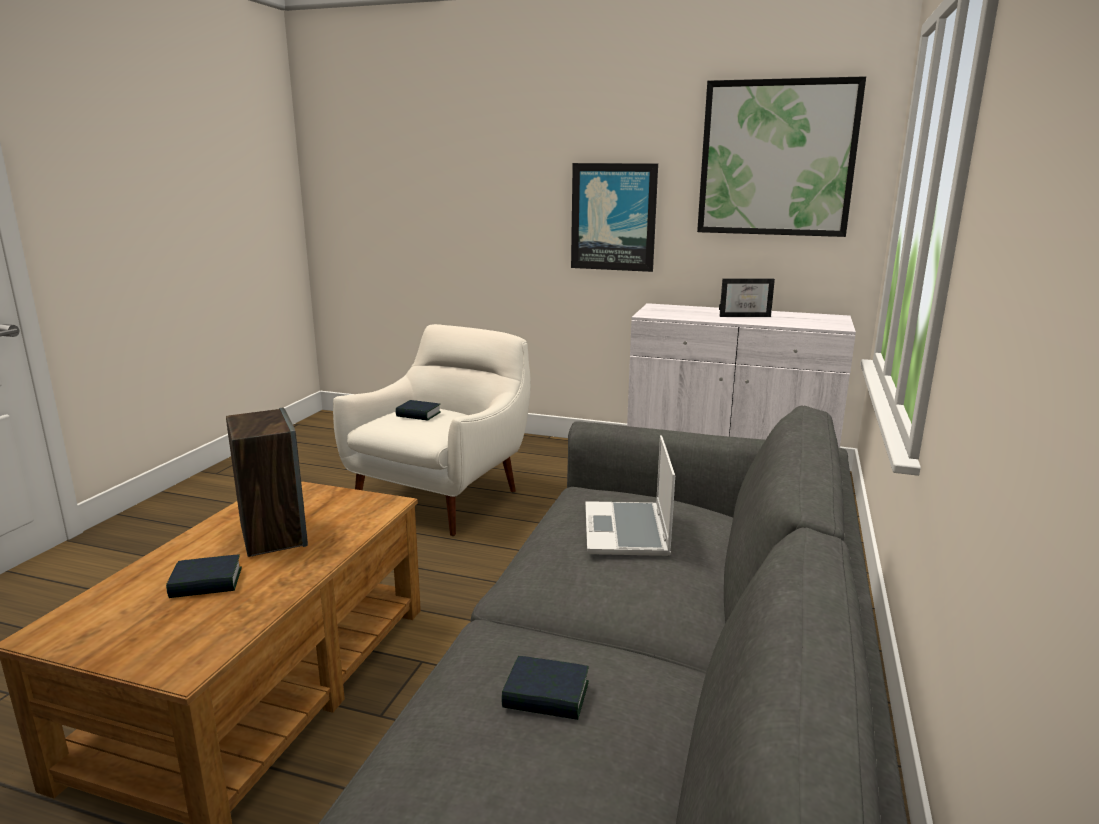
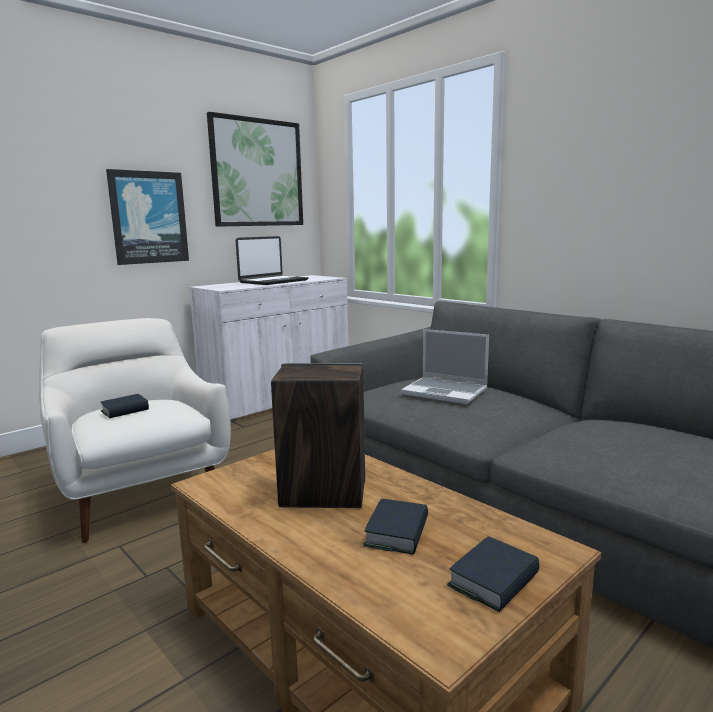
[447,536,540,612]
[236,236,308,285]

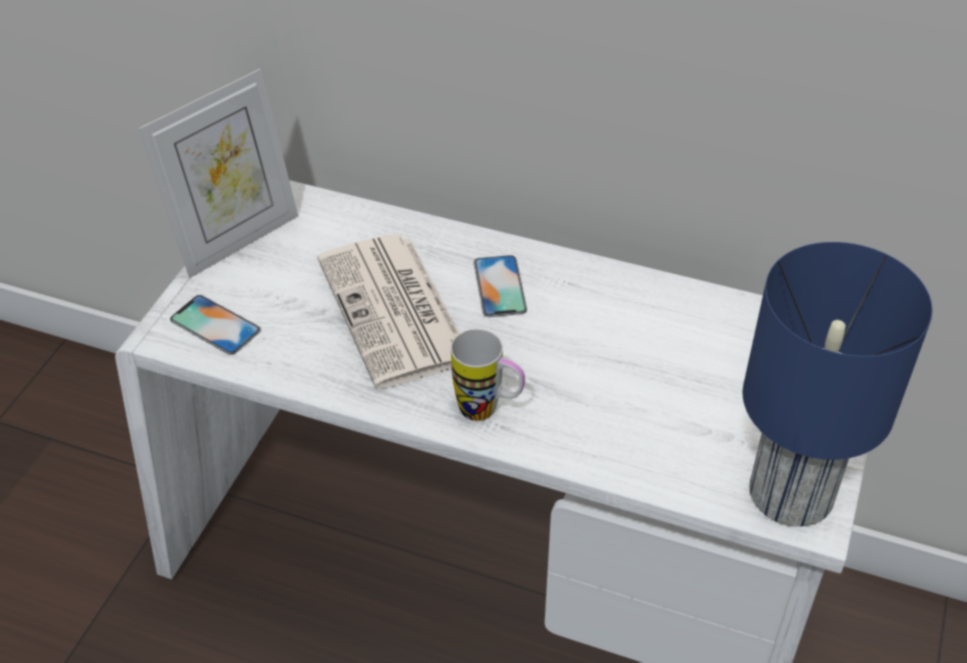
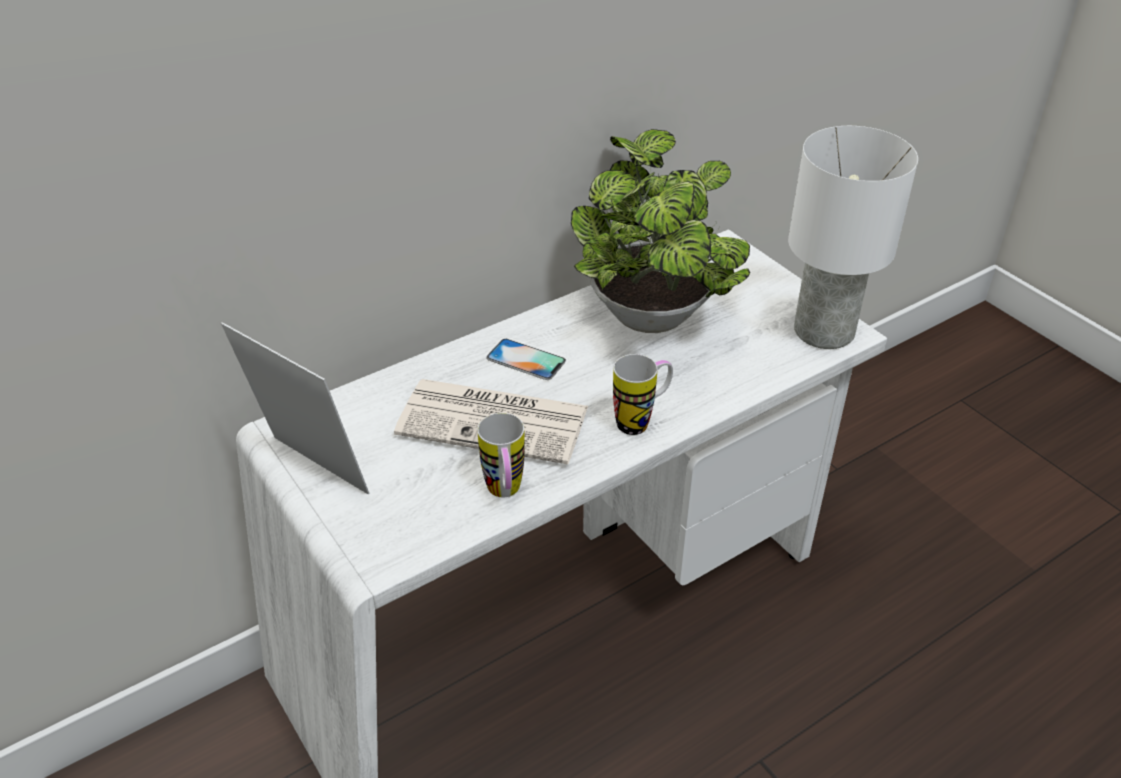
[221,322,370,495]
[170,295,261,355] (first image)
[788,126,918,349]
[477,413,525,497]
[571,129,750,333]

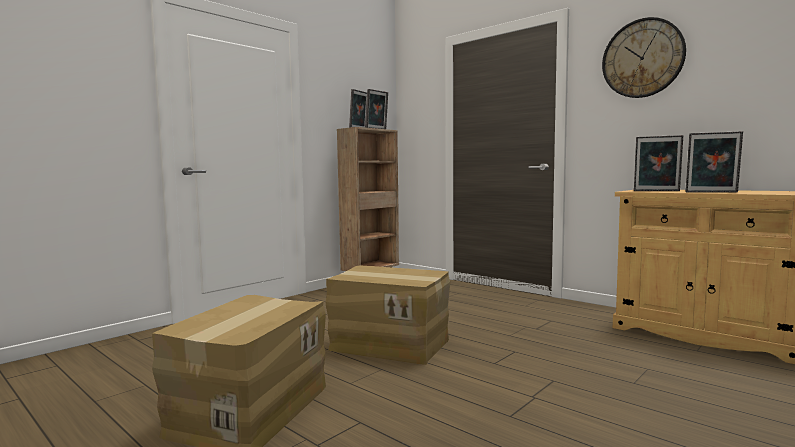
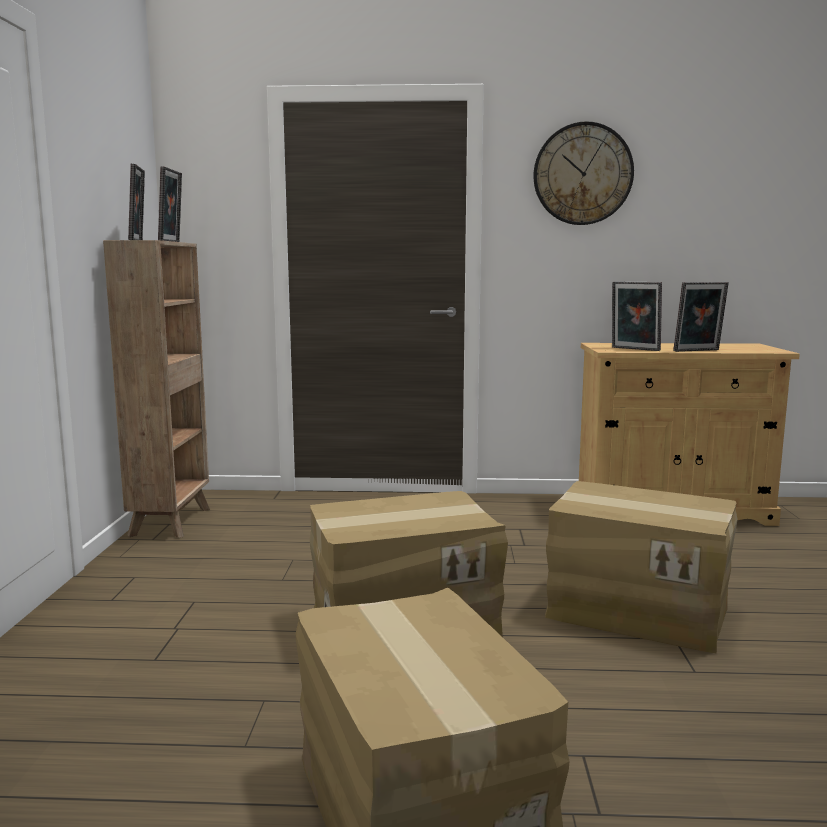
[612,281,662,351]
[545,481,737,654]

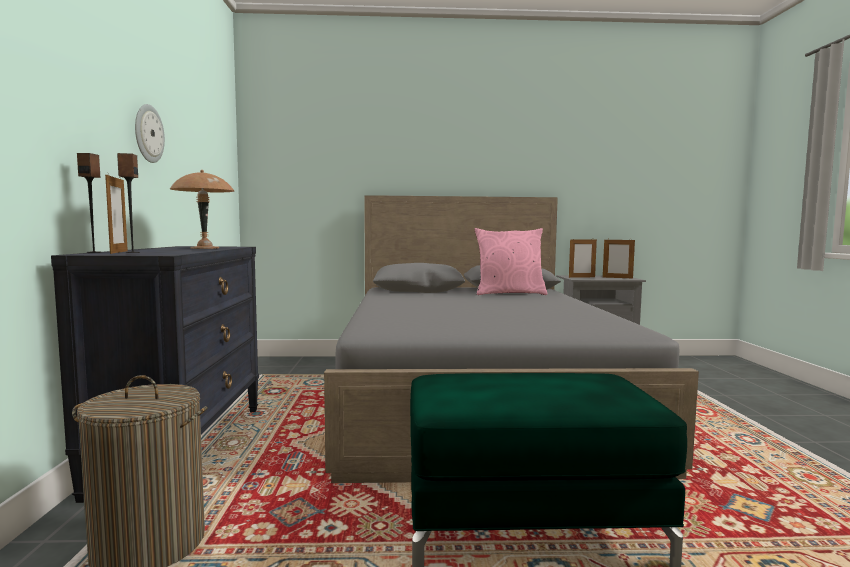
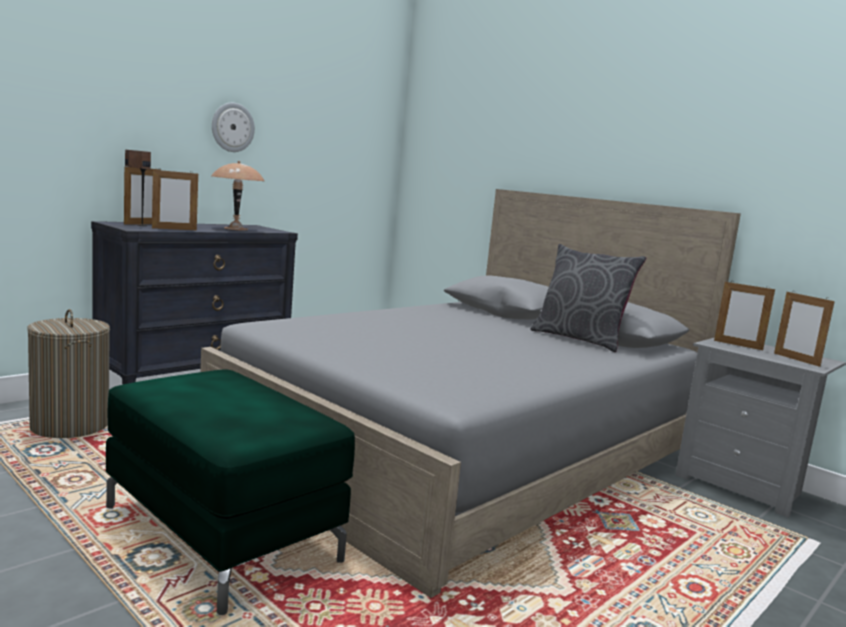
[530,244,646,352]
[152,169,198,230]

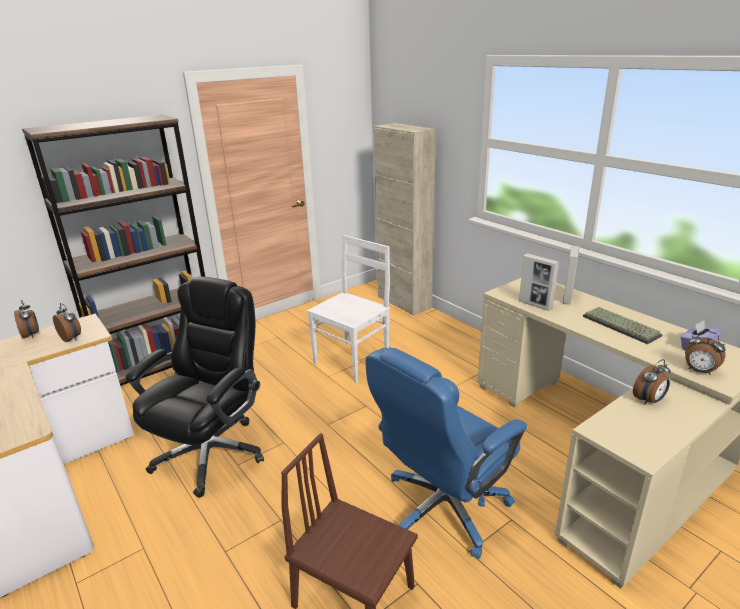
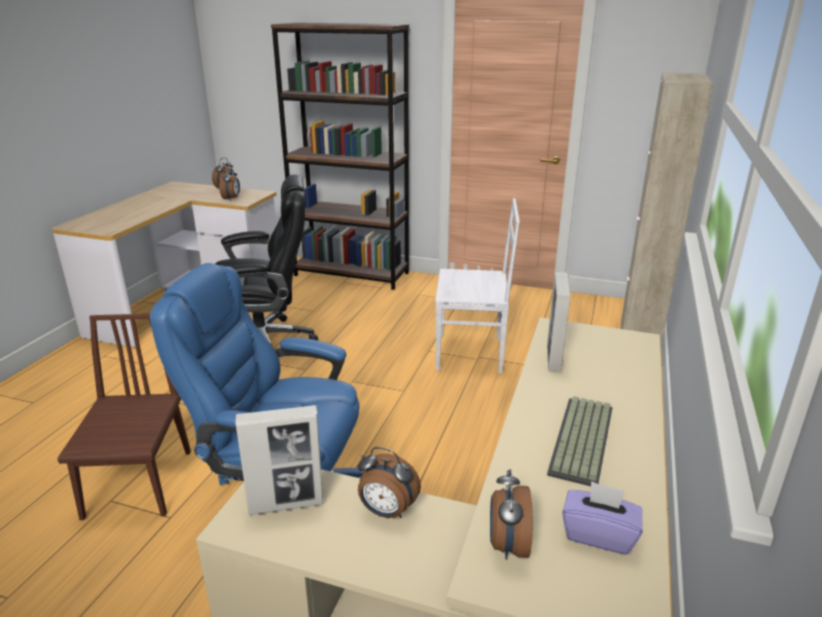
[235,405,323,515]

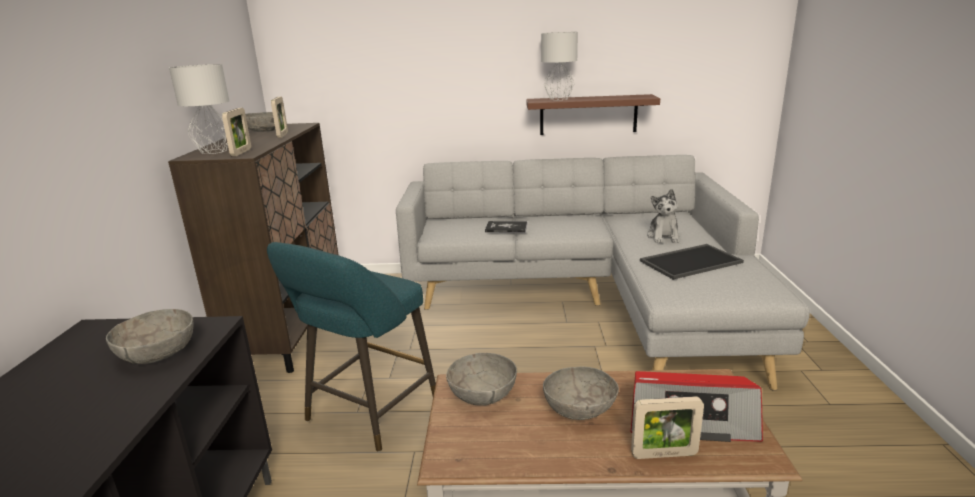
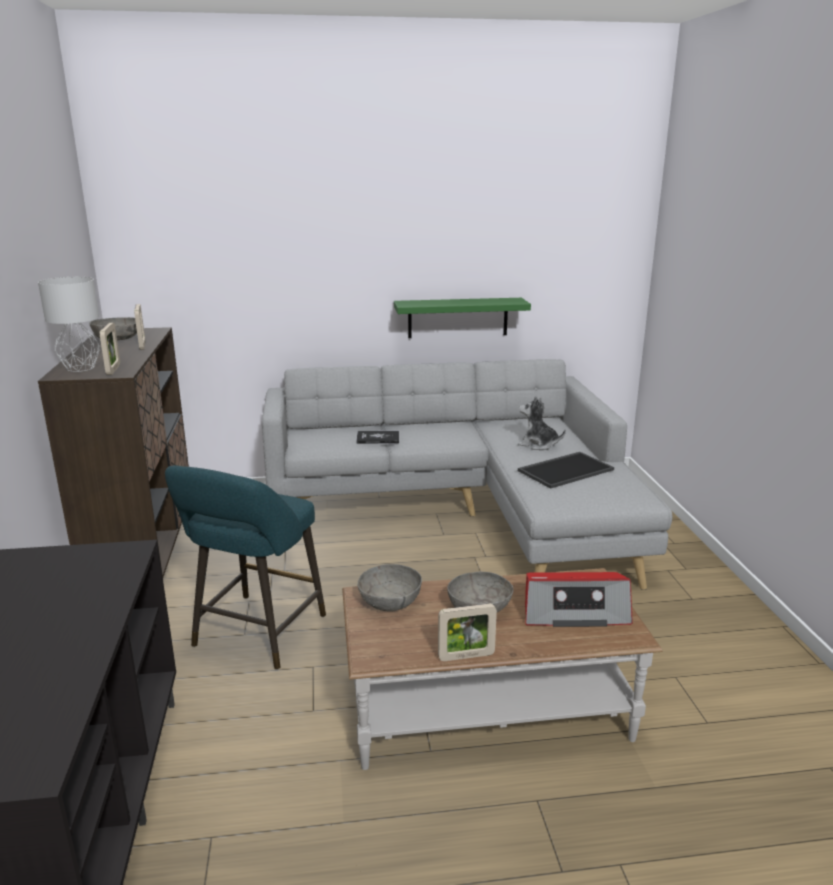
[106,309,194,364] (first image)
[394,298,531,338]
[541,32,578,100] (first image)
[438,603,497,661]
[518,396,566,450]

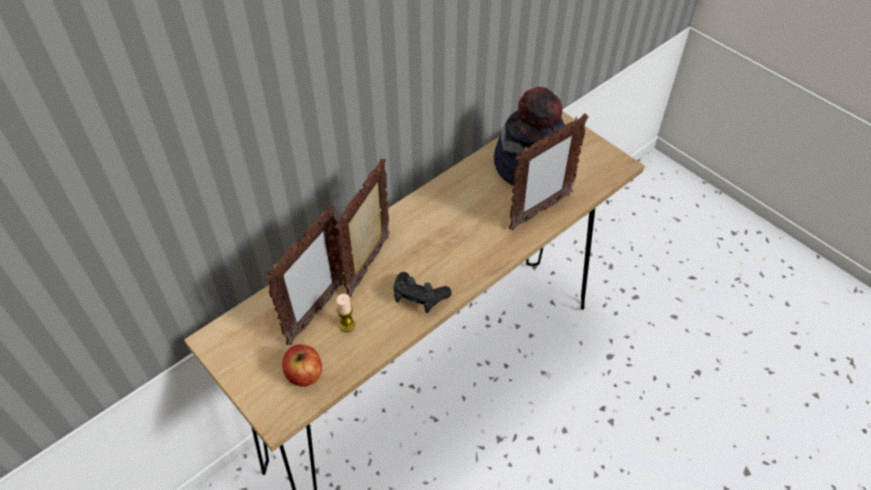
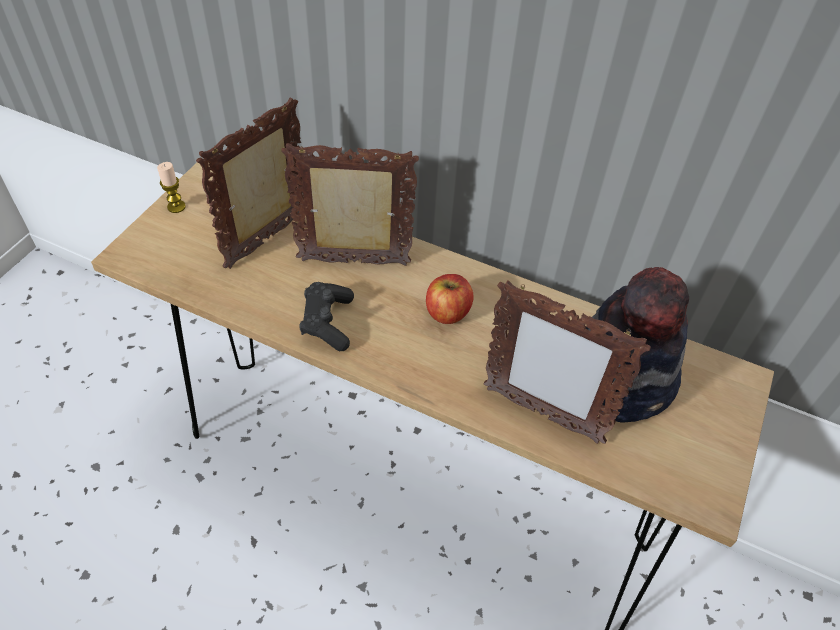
[196,97,304,269]
[426,274,474,324]
[157,162,186,213]

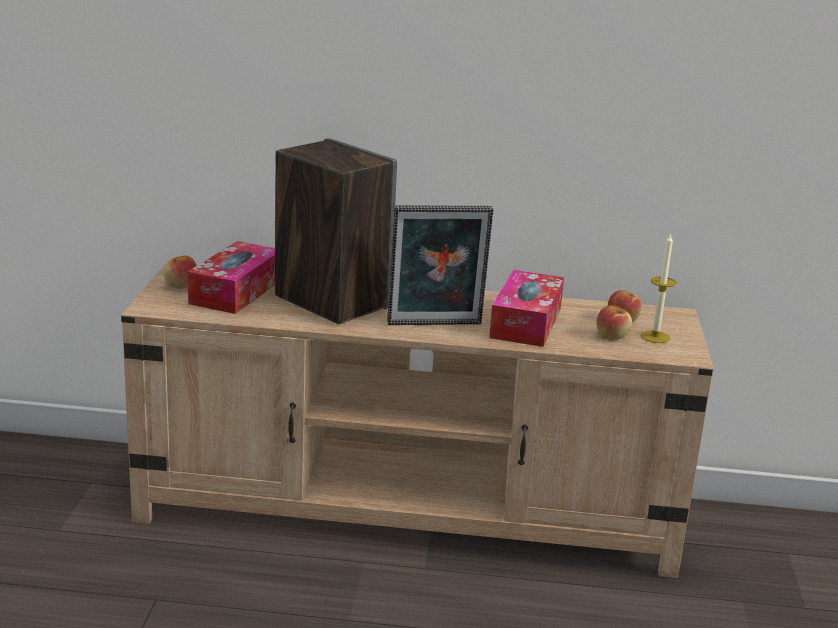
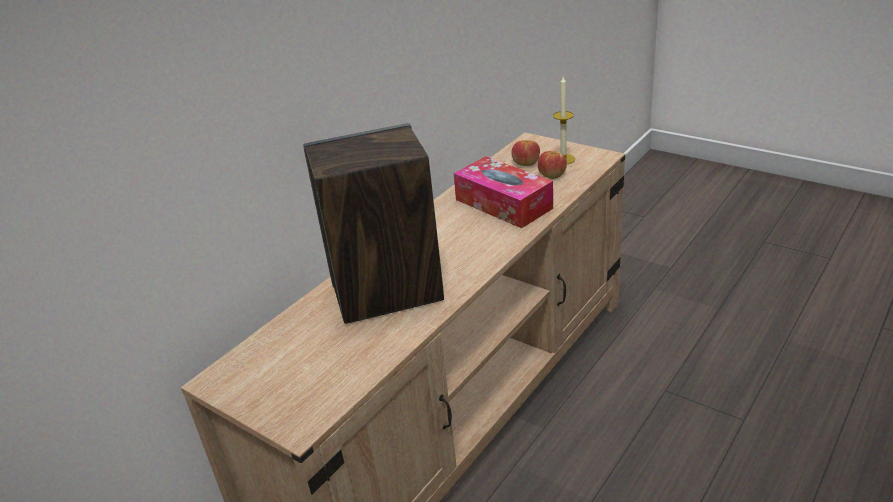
[163,255,197,289] (first image)
[187,241,275,314] (first image)
[387,205,493,325] (first image)

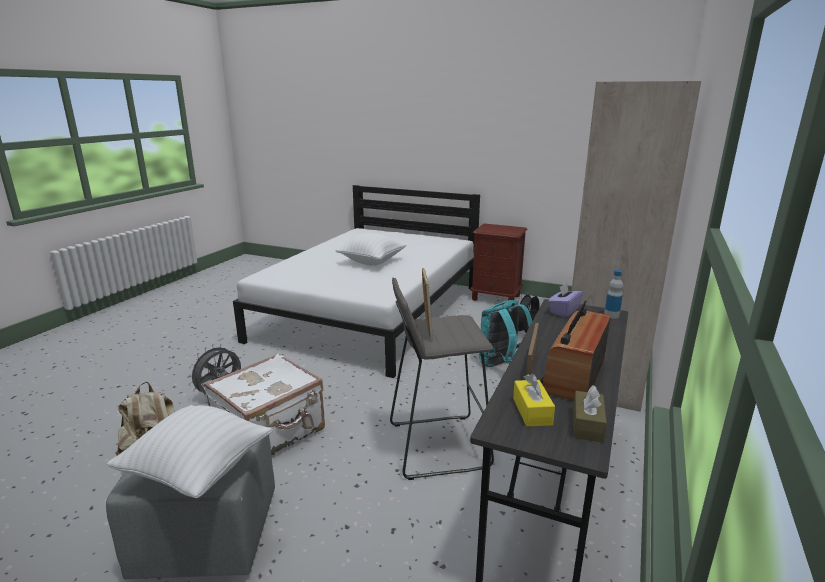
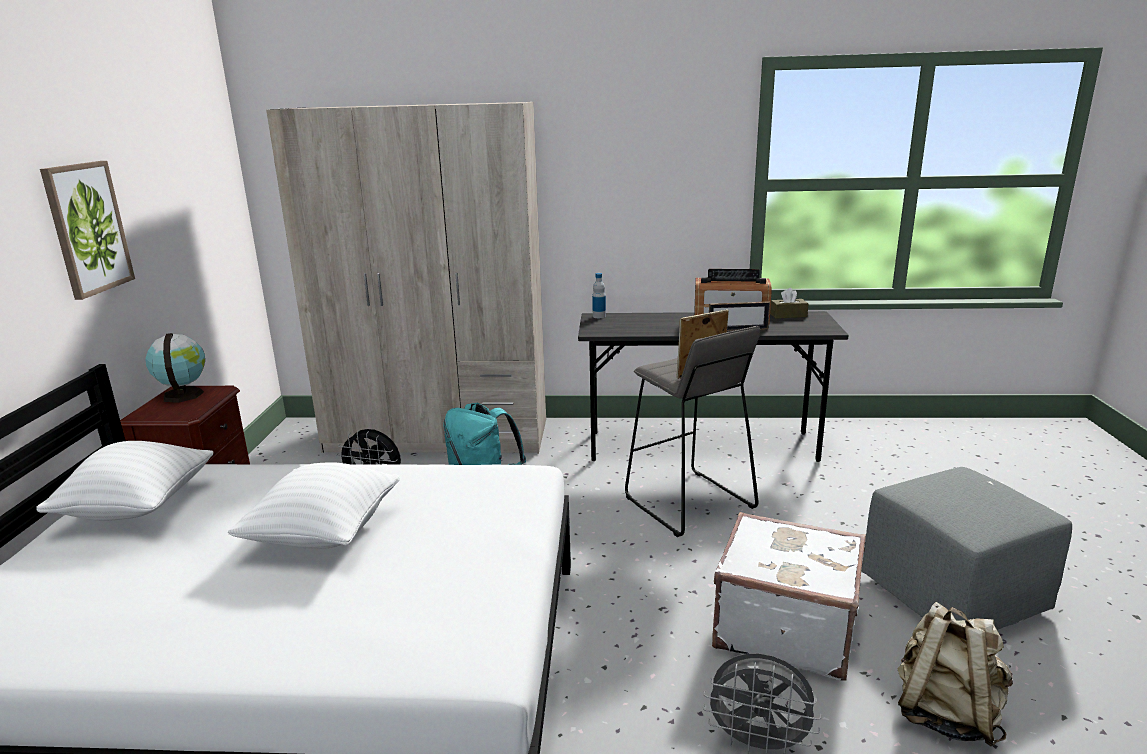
[36,441,214,521]
[513,374,555,427] (first image)
[548,283,583,317] (first image)
[40,161,135,300]
[145,333,205,403]

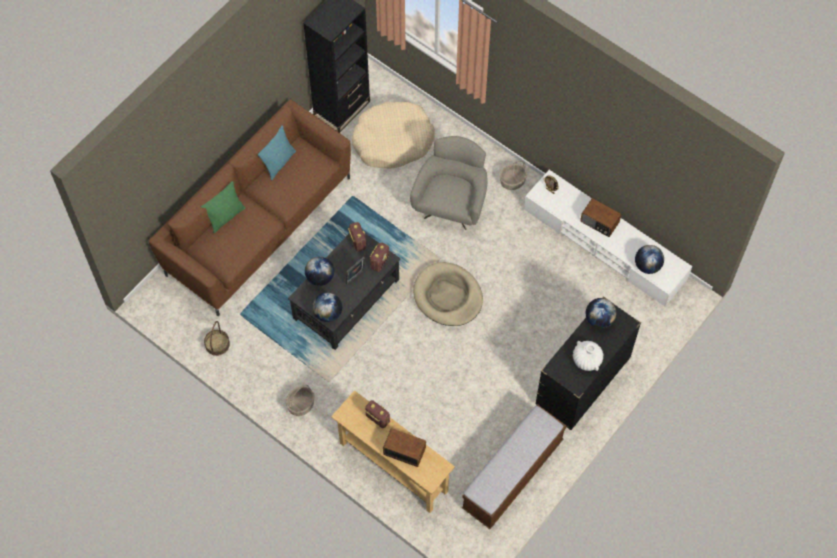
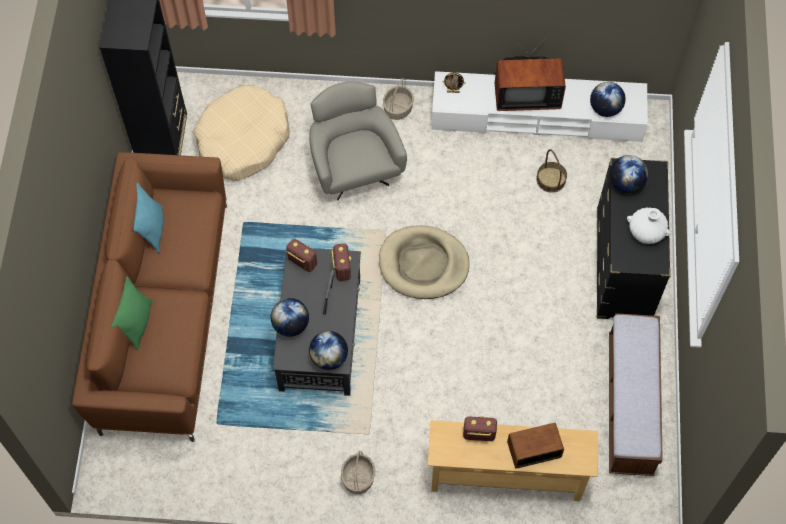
[536,149,567,193]
[495,39,566,111]

